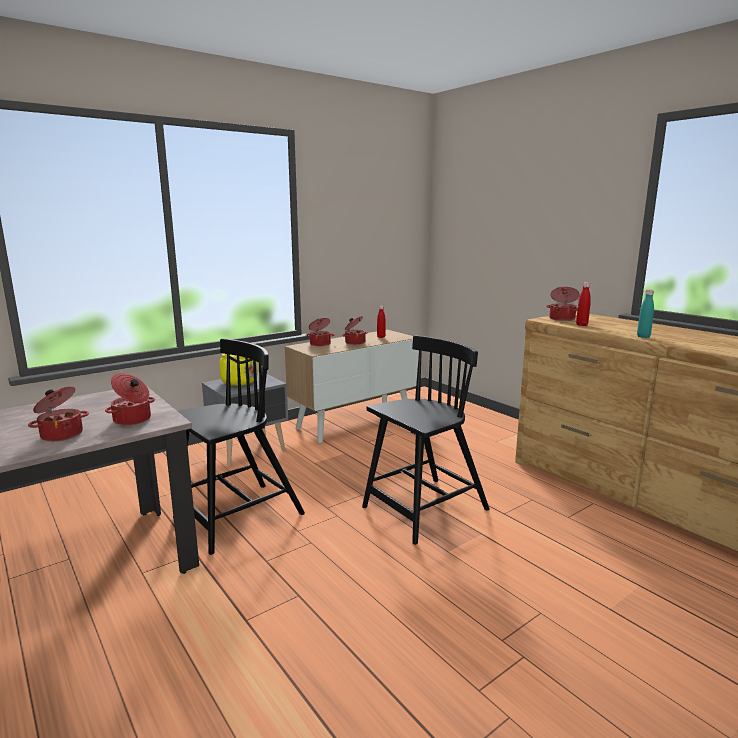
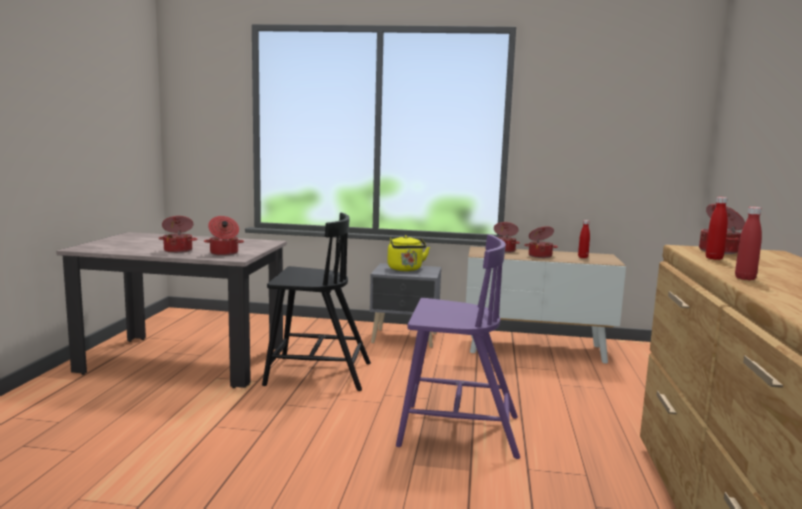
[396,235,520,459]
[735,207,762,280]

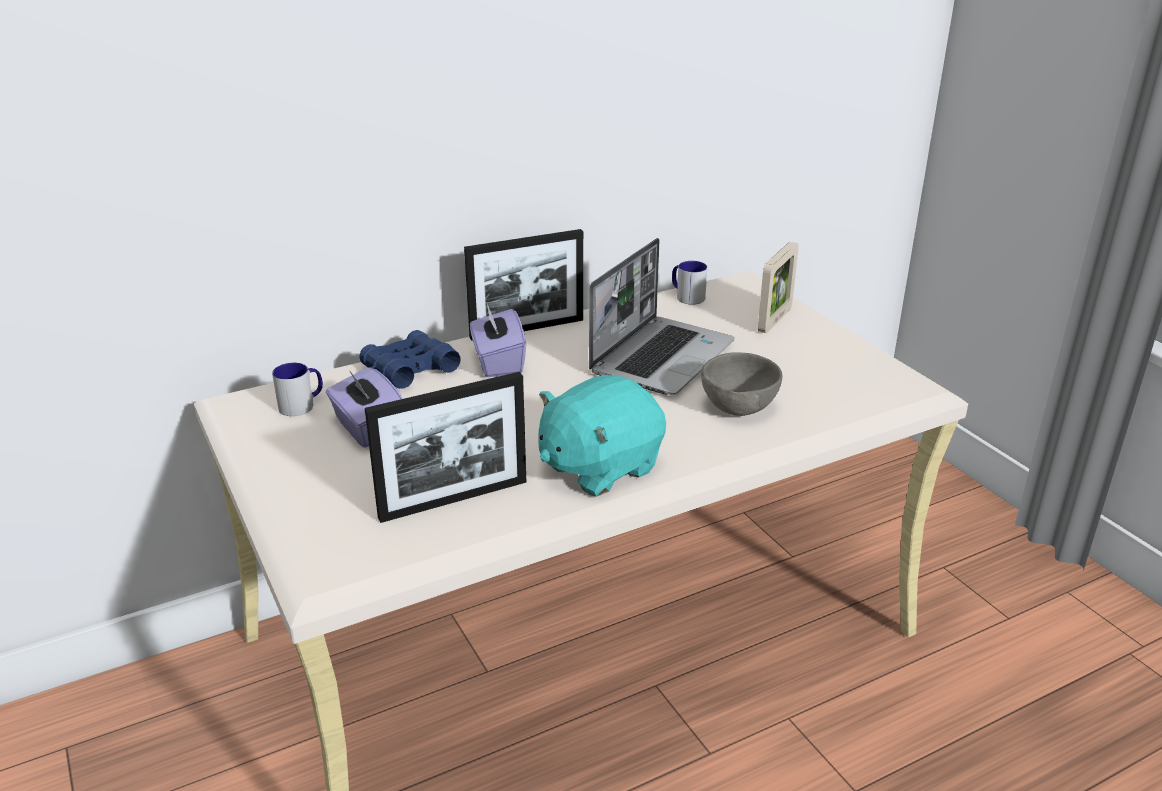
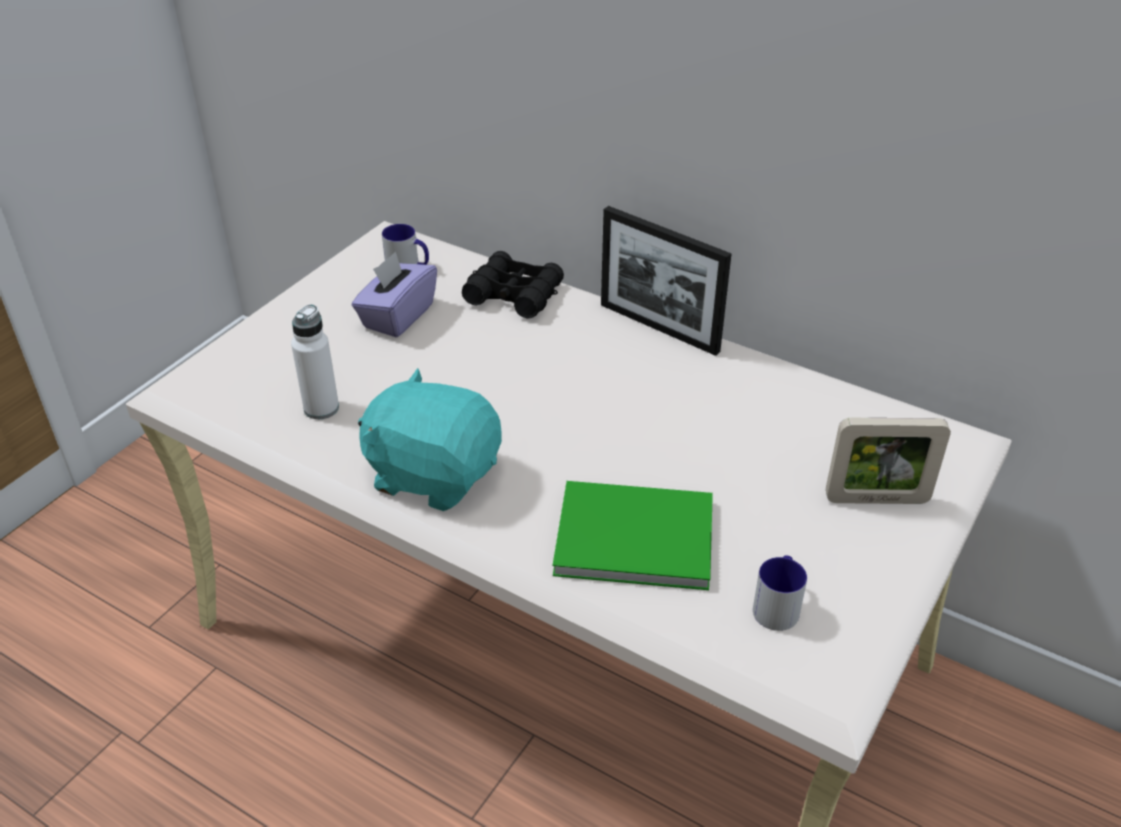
[462,251,564,319]
[291,304,339,419]
[470,304,526,377] (first image)
[589,238,735,395] (first image)
[753,555,807,631]
[553,481,713,590]

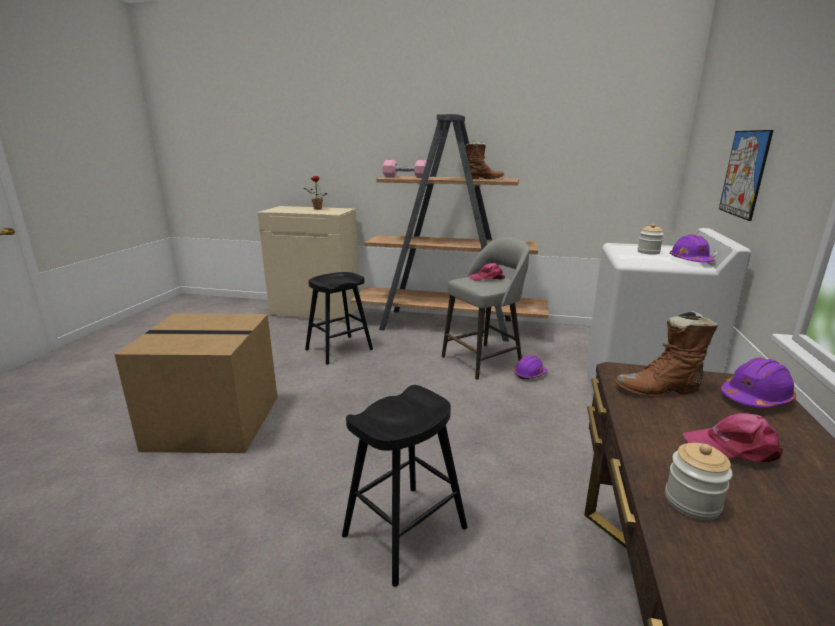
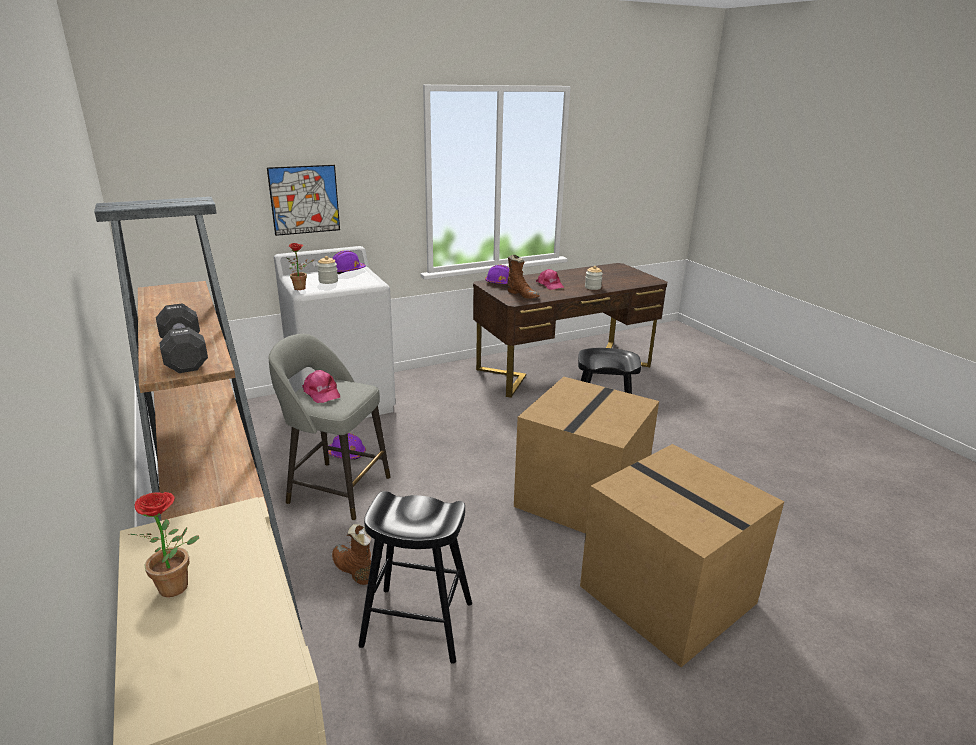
[156,304,208,373]
[332,524,371,585]
[287,243,315,290]
[514,377,659,534]

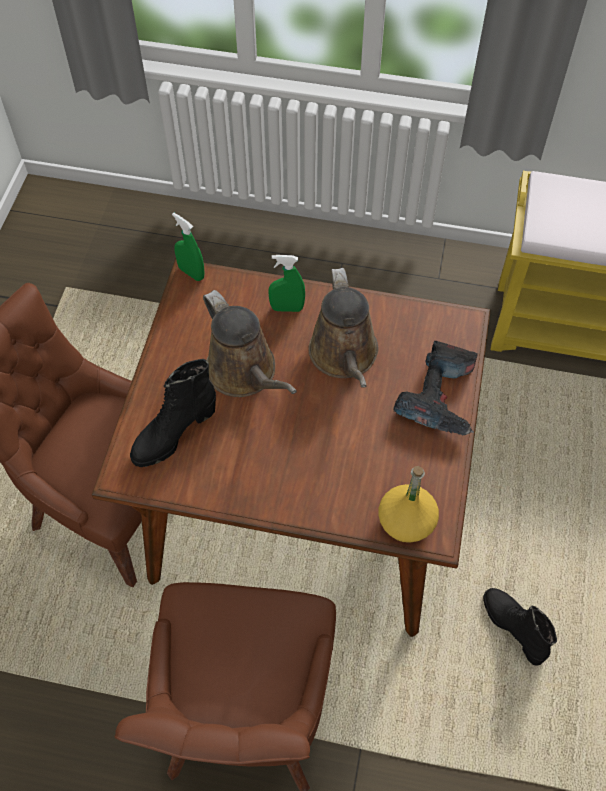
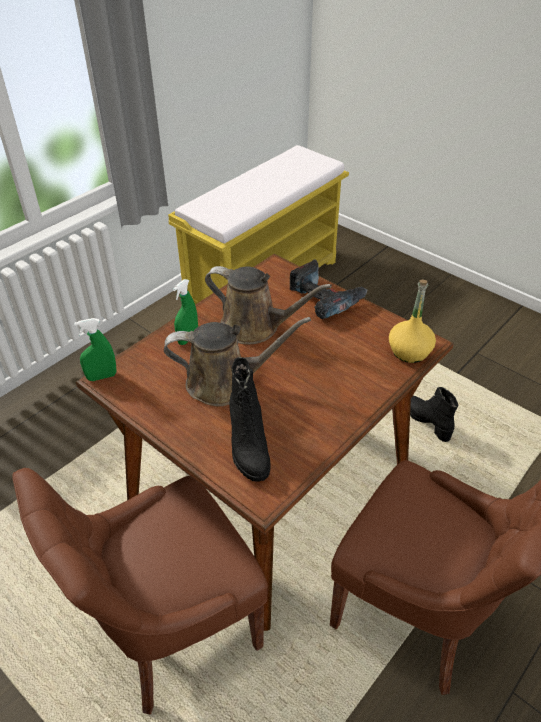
[410,387,458,442]

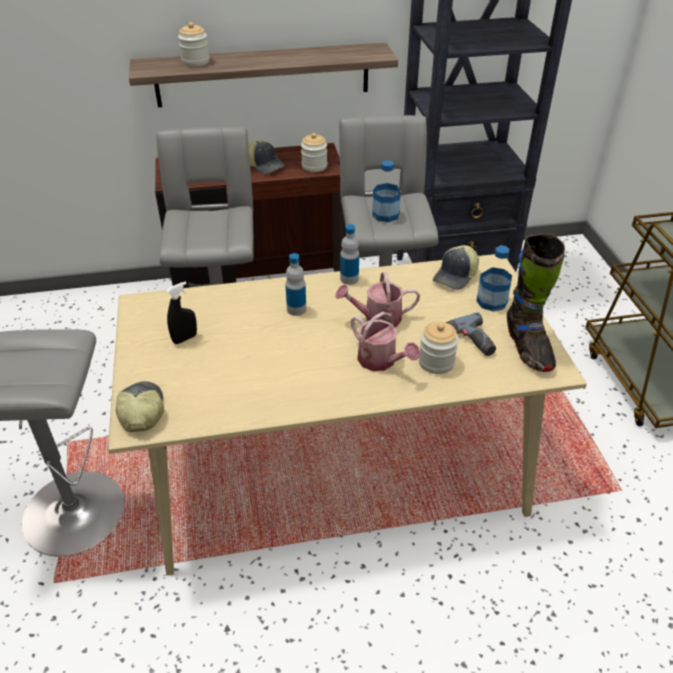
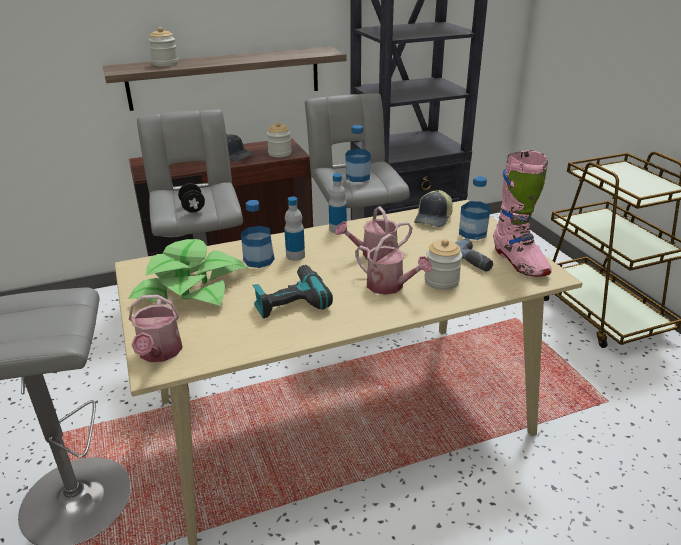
[129,295,183,362]
[128,239,247,306]
[493,150,552,277]
[178,183,205,212]
[241,200,274,268]
[252,265,333,318]

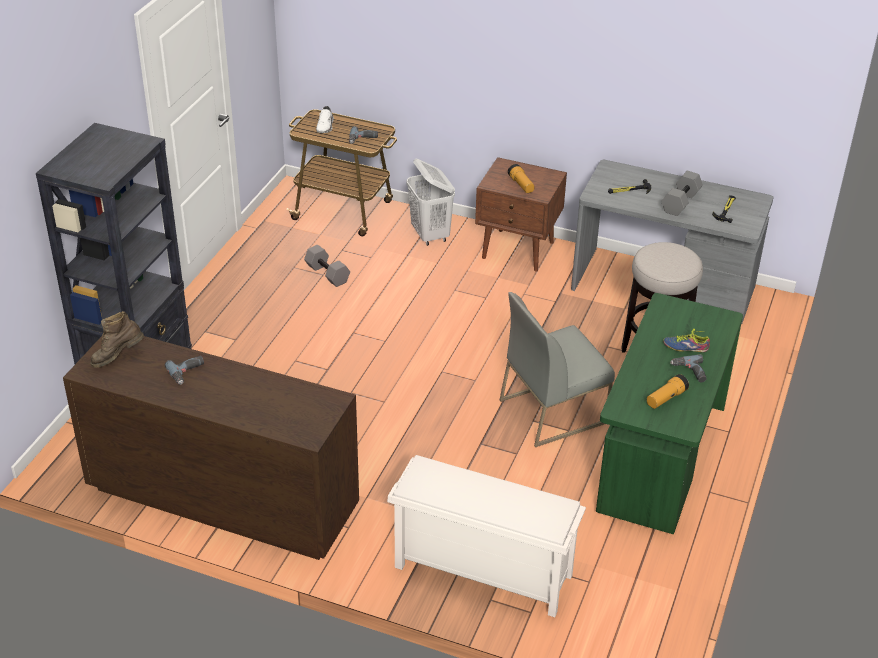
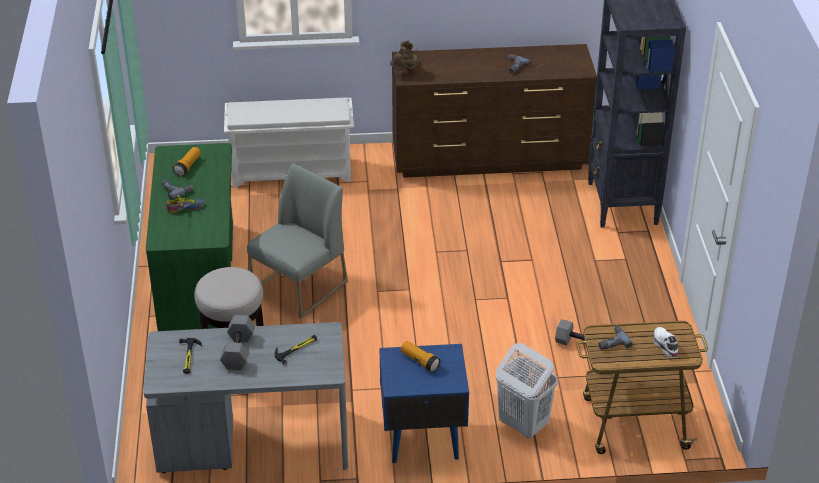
[390,40,418,70]
[380,344,469,463]

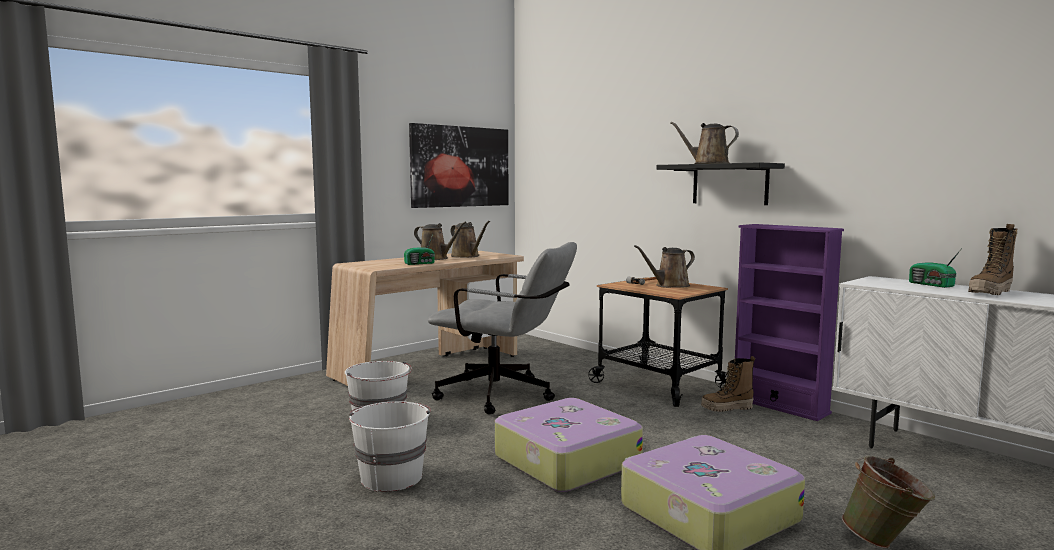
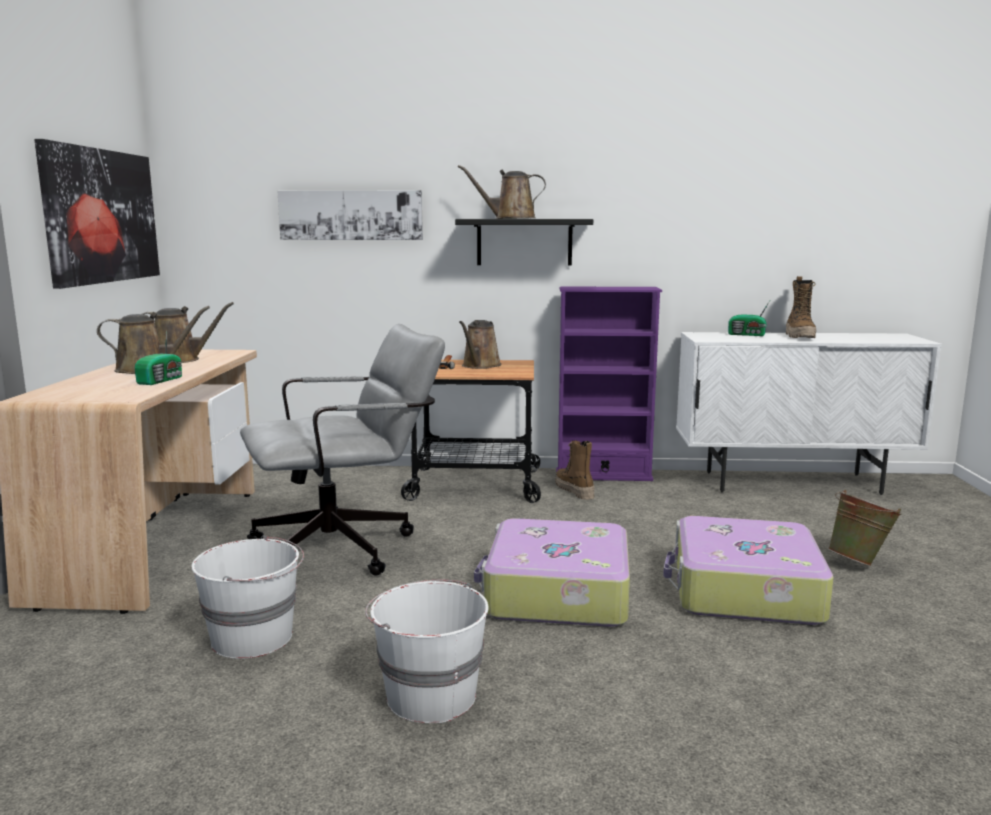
[555,440,595,500]
[277,190,423,240]

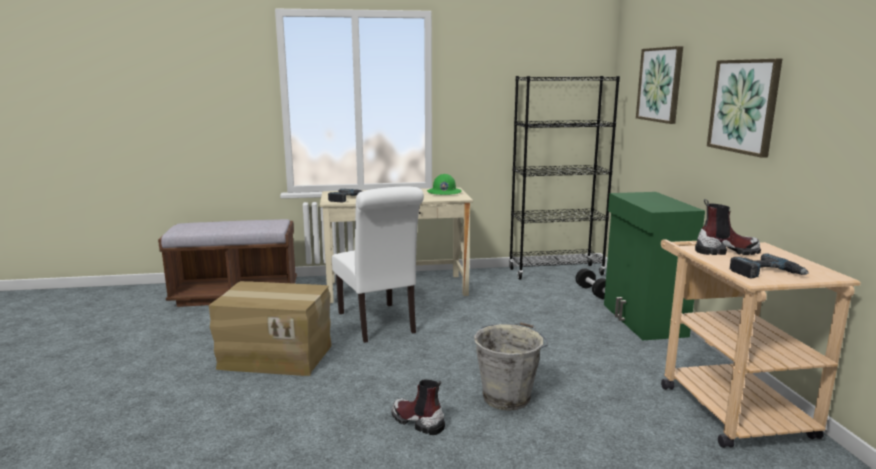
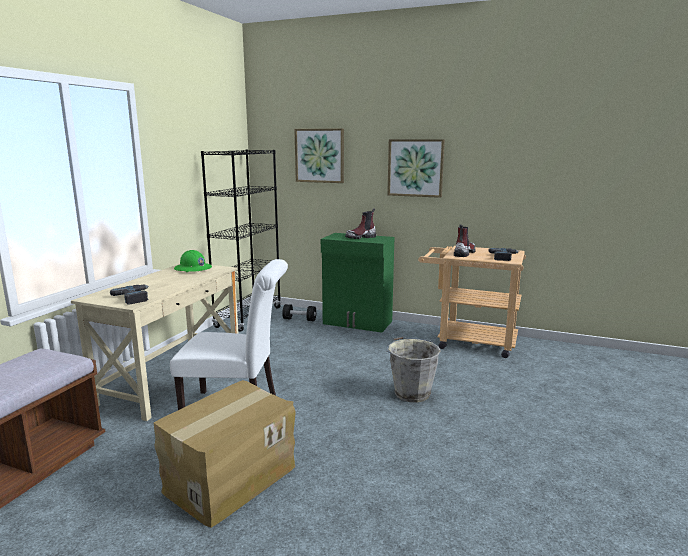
[345,209,376,239]

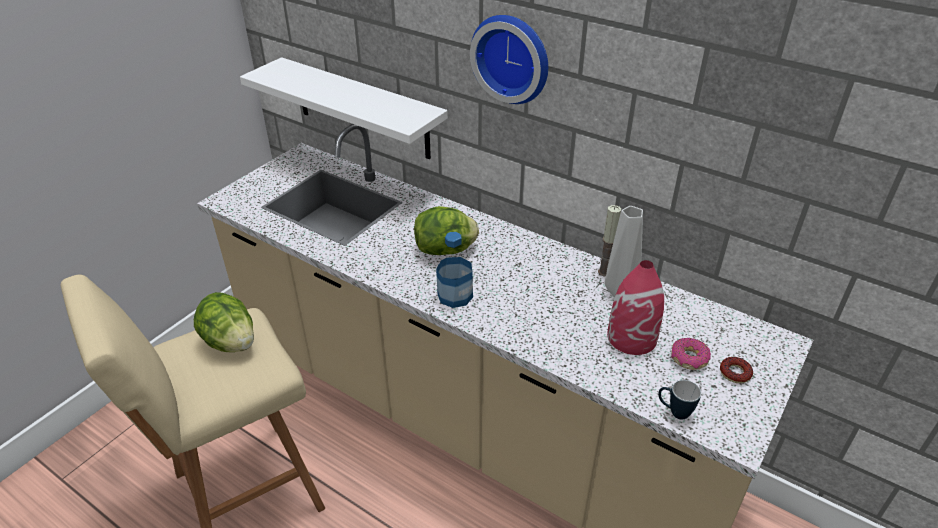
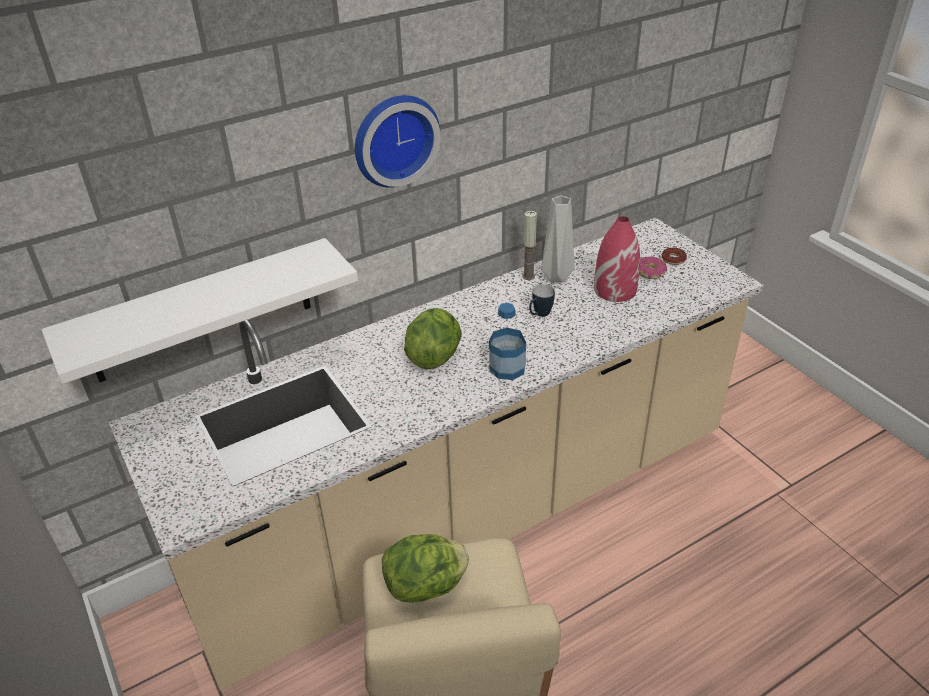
[529,284,555,317]

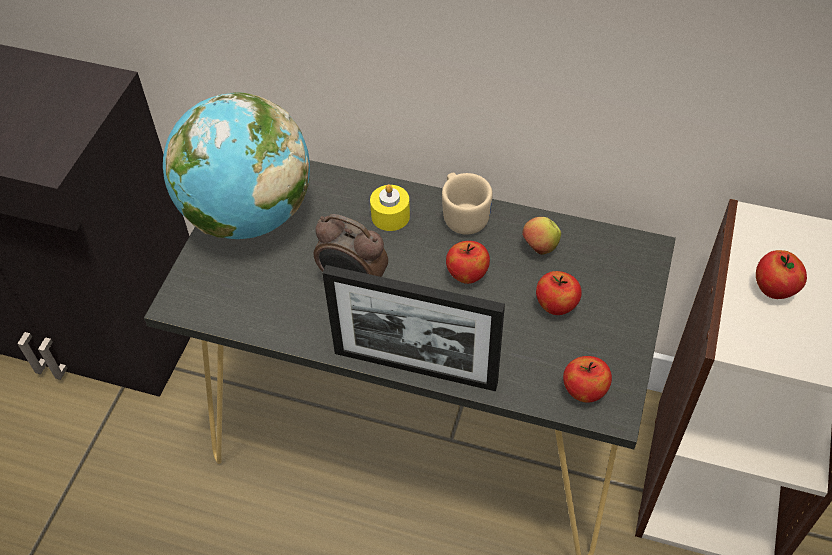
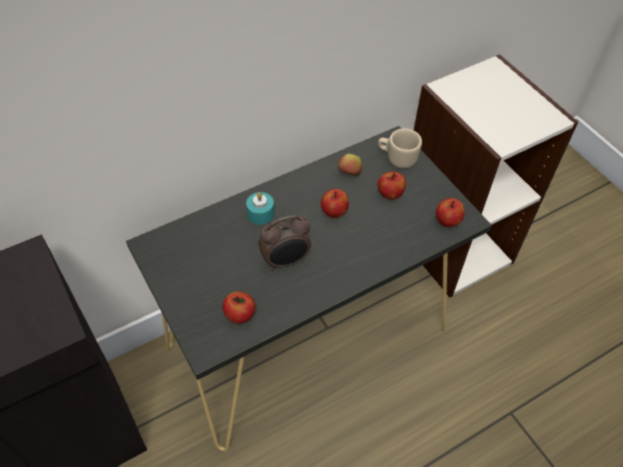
[163,92,310,239] (first image)
[322,265,505,391] (first image)
[246,192,274,225]
[378,128,422,169]
[223,292,256,324]

